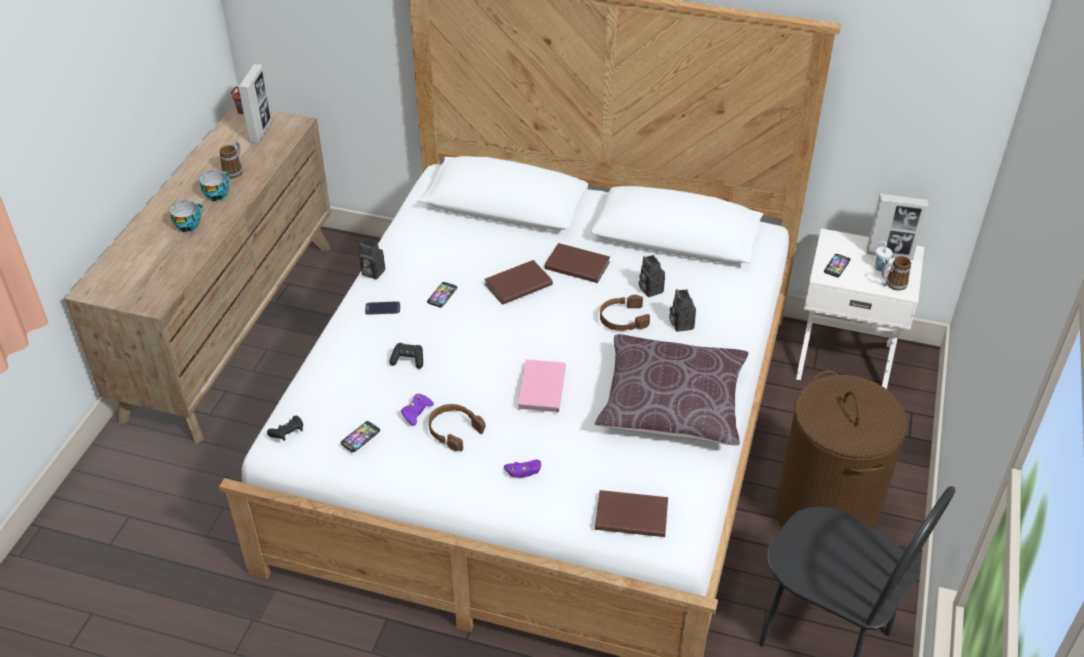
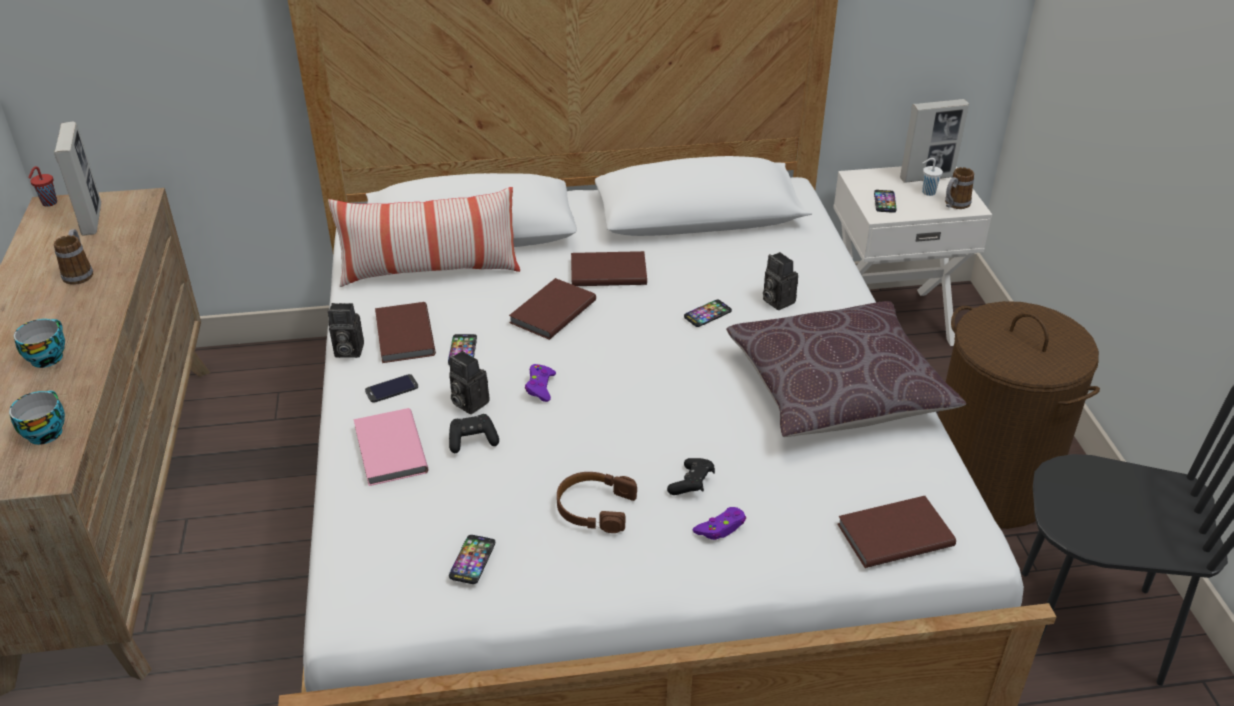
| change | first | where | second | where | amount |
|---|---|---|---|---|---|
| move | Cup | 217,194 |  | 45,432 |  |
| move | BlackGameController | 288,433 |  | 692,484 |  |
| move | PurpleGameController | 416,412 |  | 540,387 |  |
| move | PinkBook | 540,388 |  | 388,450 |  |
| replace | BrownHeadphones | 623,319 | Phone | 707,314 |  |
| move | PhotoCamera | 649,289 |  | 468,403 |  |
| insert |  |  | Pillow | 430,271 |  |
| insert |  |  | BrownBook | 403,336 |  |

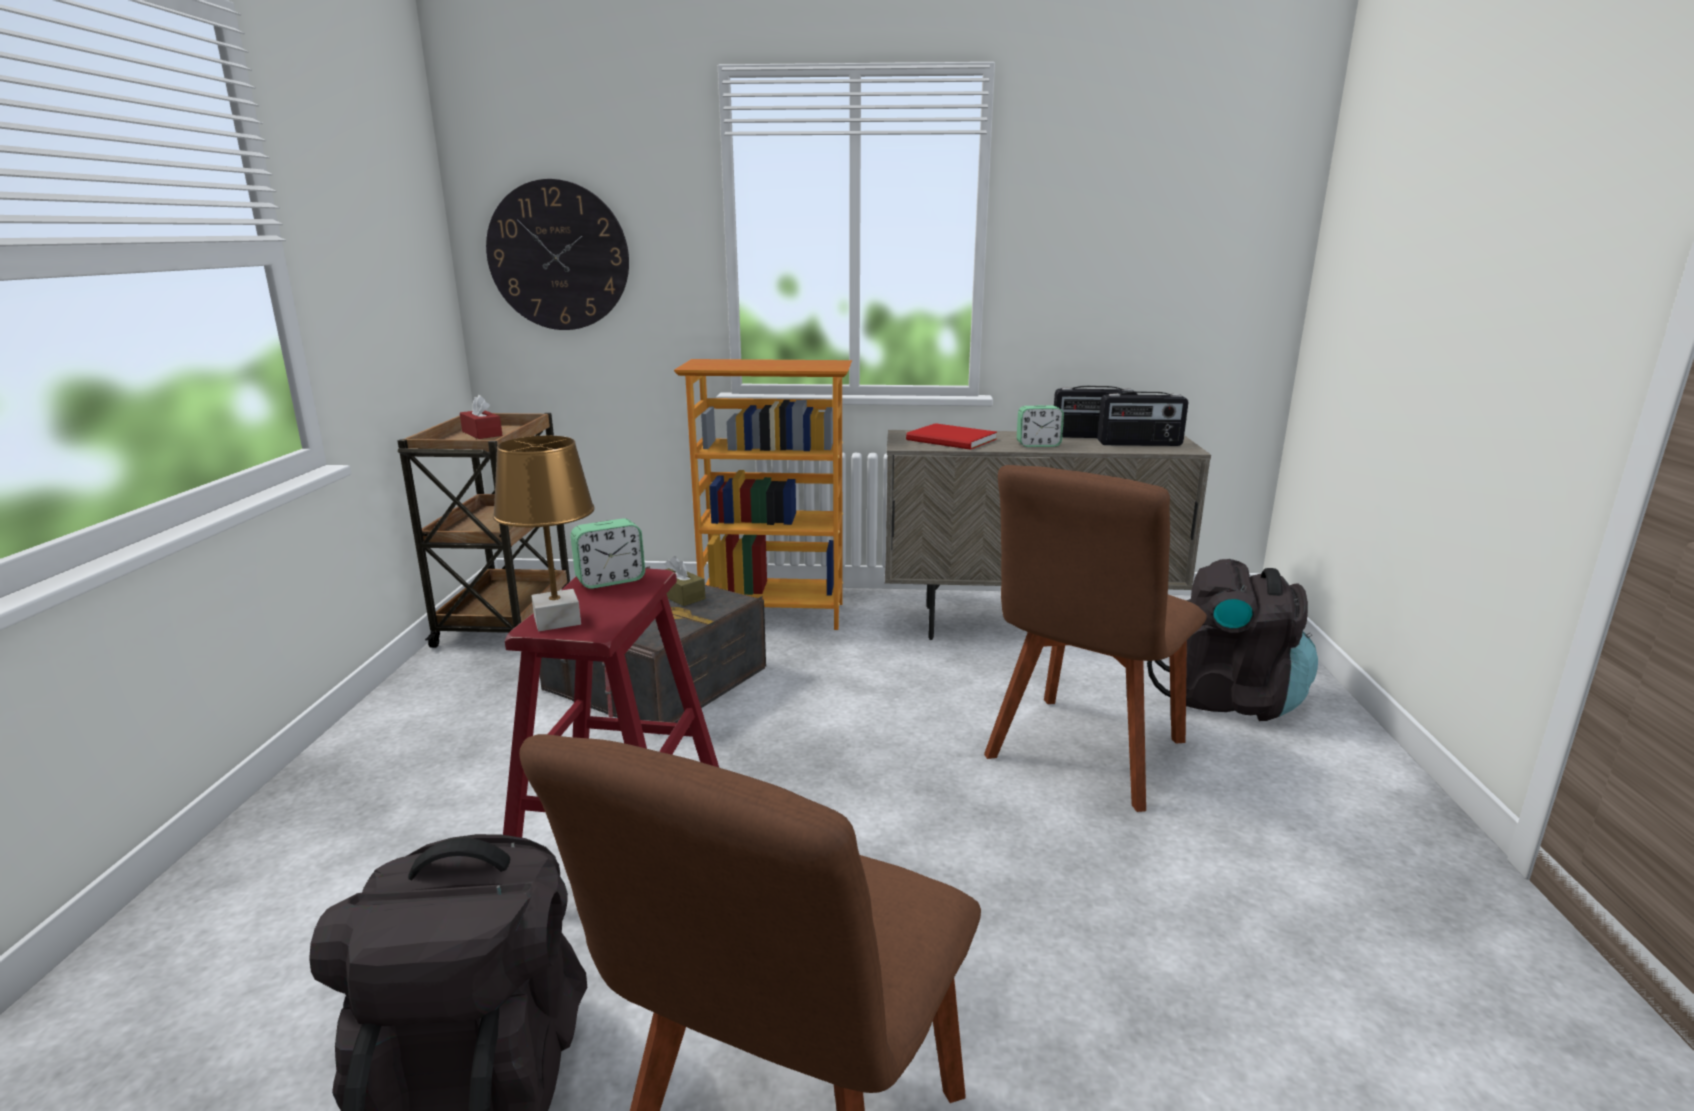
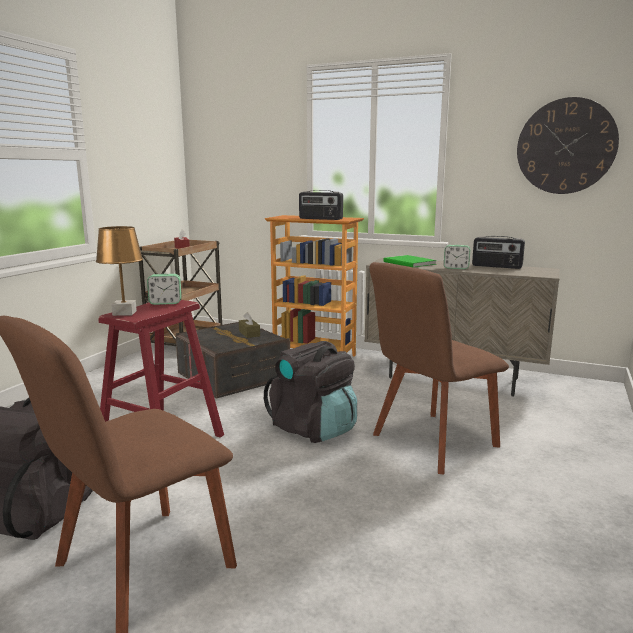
| change | first | where | second | where | amount |
|---|---|---|---|---|---|
| move | WallClock | 558,256 |  | 566,146 |  |
| recolor | RedBook | 952,440 | GreenBook | 409,263 |  |
| move | Radio | 1139,444 |  | 320,219 |  |
| move | BlackBackpack | 1226,698 |  | 313,428 |  |

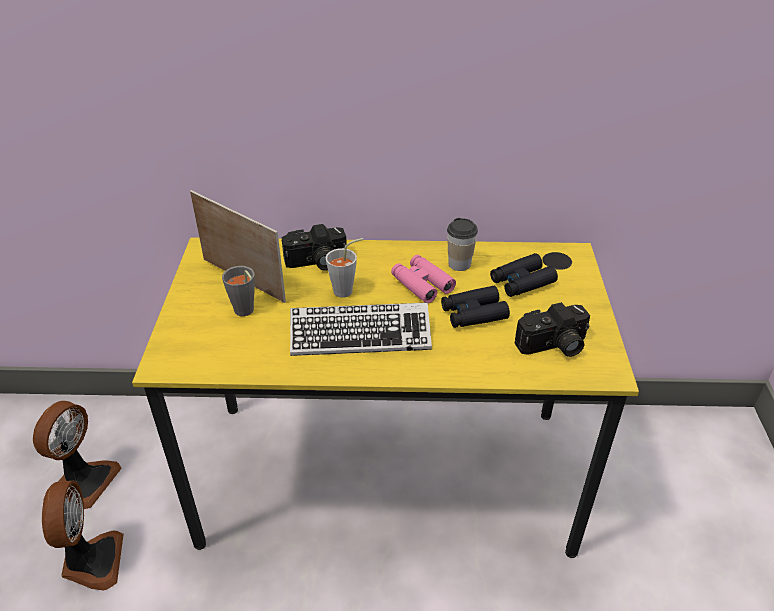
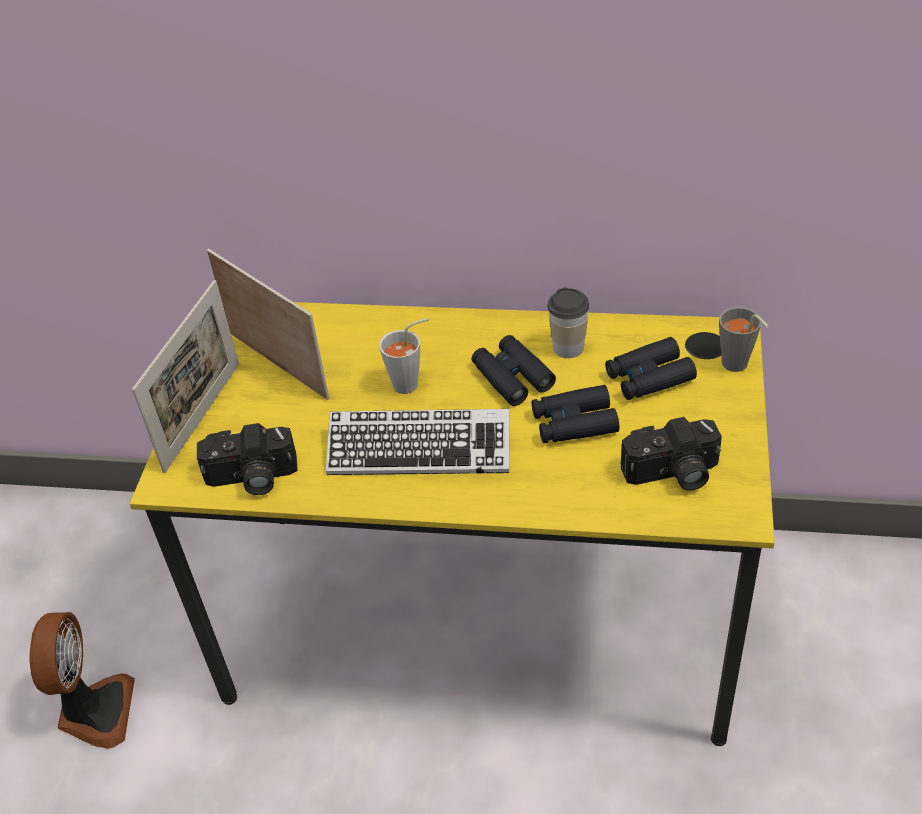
| change | first | where | second | where | amount |
|---|---|---|---|---|---|
| delete | Fan | 86,480 |  |  |  |
| move | GreyCup | 245,312 |  | 738,366 |  |
| move | PhotoCamera | 316,262 |  | 251,478 |  |
| recolor | PinkBinoculars | 422,284 | BlackBinoculars | 512,377 |  |
| insert |  |  | PictureFrame | 202,416 |  |

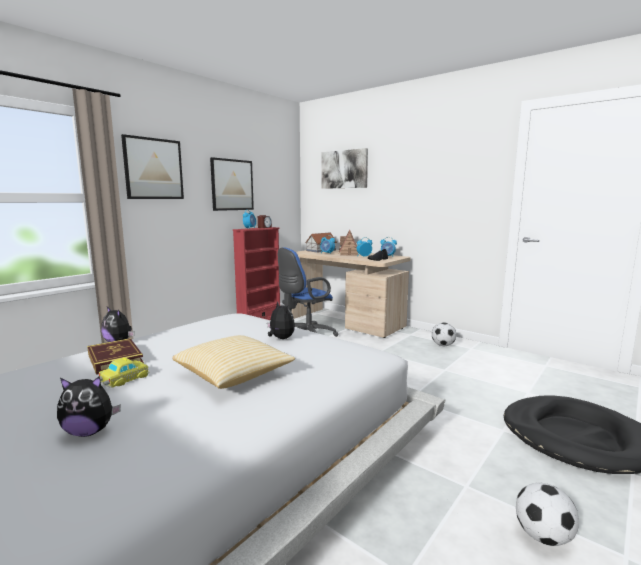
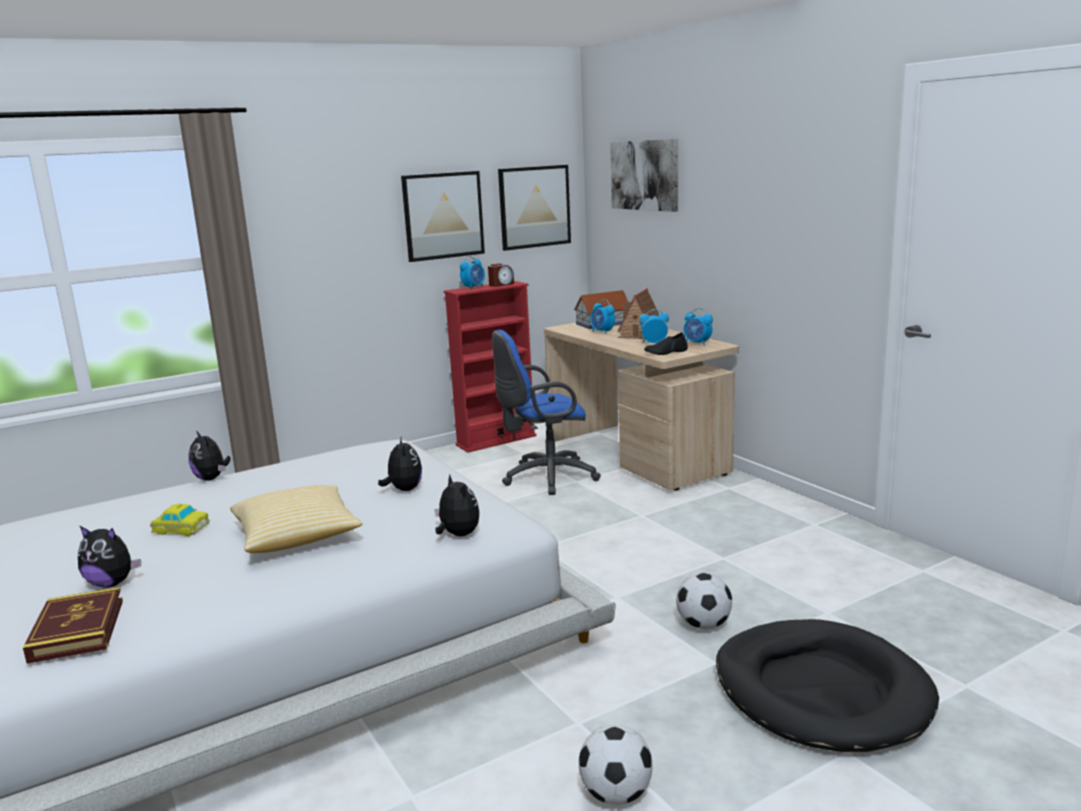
| change | first | where | second | where | amount |
|---|---|---|---|---|---|
| move | Book | 115,359 |  | 77,630 |  |
| rotate | ToyCar | 123,379 |  | 180,529 | 45 degrees clockwise |
| move | Picture | 153,169 |  | 534,207 |  |
| move | Football | 443,345 |  | 703,625 |  |
| insert |  |  | PlushToy | 457,535 |  |

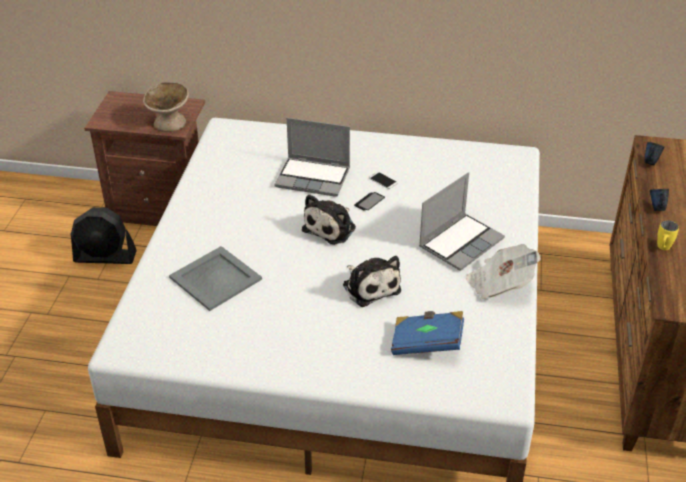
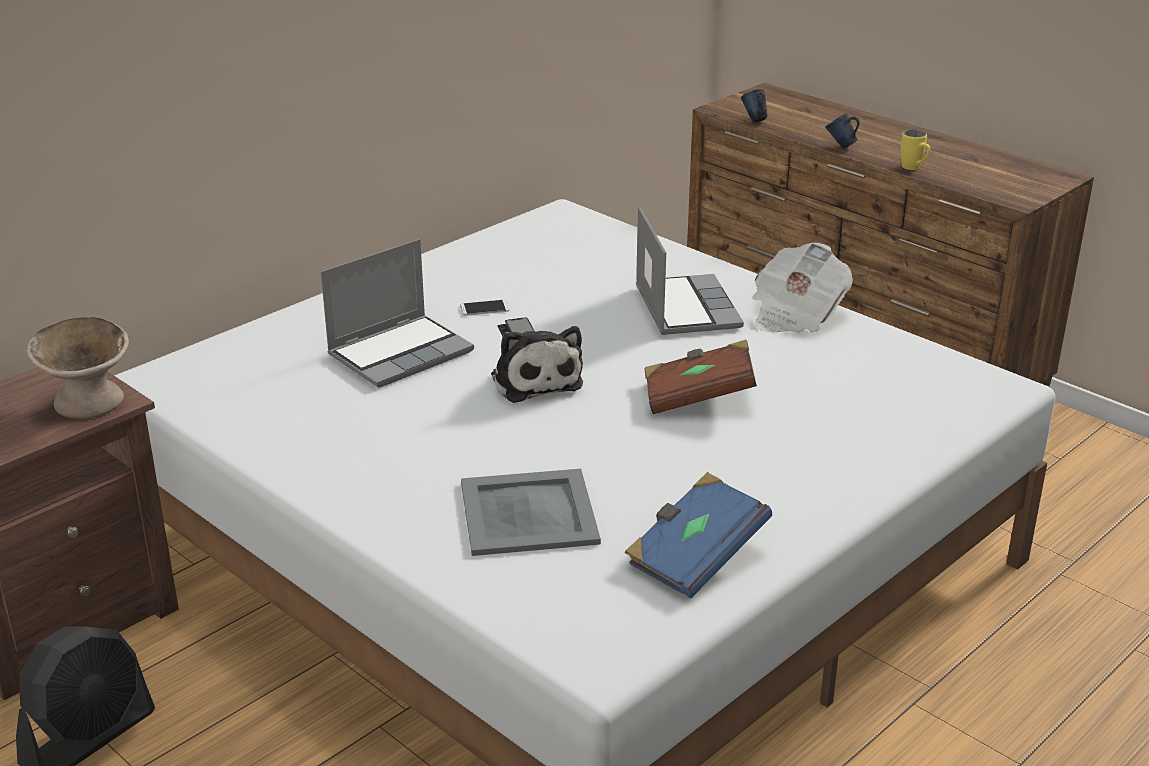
| change | first | where | second | where | amount |
|---|---|---|---|---|---|
| replace | PlushToy | 370,286 | BrownBook | 698,397 |  |
| move | BlueBook | 426,343 |  | 695,556 |  |

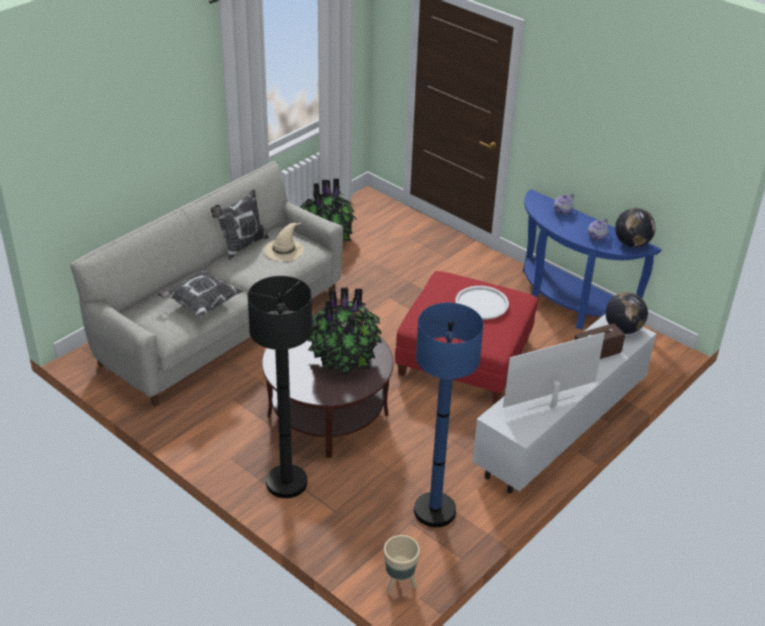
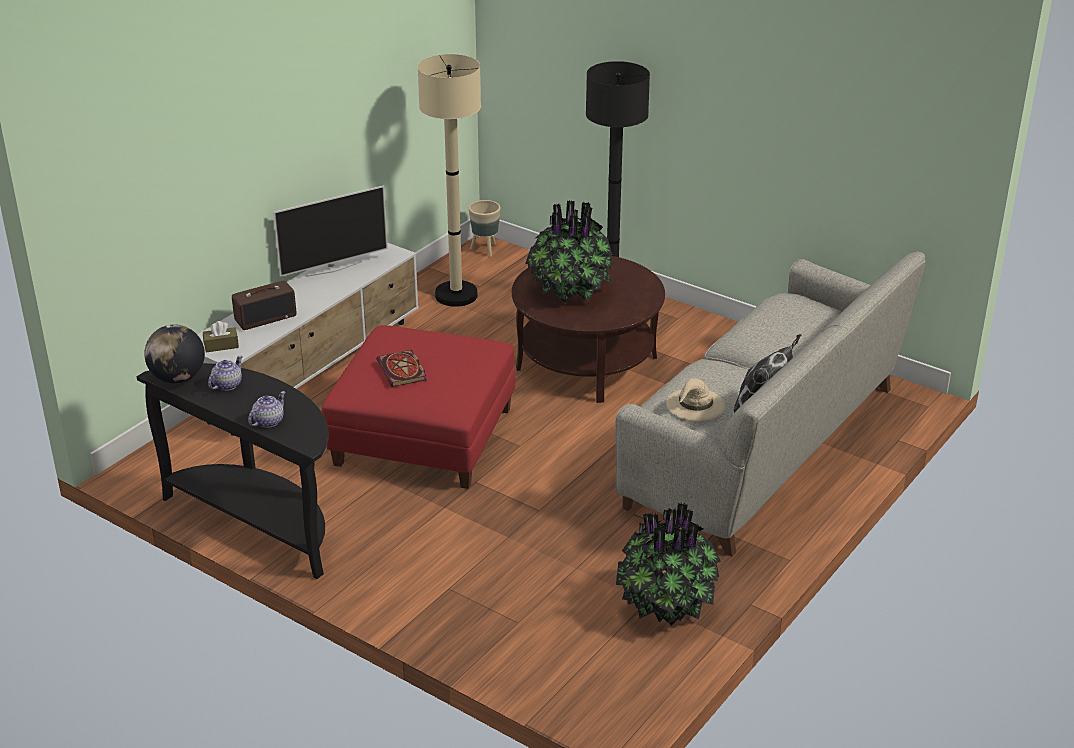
| change | first | where | second | where | amount |
|---|---|---|---|---|---|
| delete | Pillow | 201,304 |  |  |  |
| recolor | BlueFloorLamp | 434,511 | BeigeFloorLamp | 456,295 |  |
| replace | WhiteTray | 481,303 | Book | 403,371 |  |
| recolor | BlueConsoleTable | 568,305 | BlackConsoleTable | 260,522 |  |
| replace | Globe | 623,329 | BrownTissueBox | 221,345 |  |

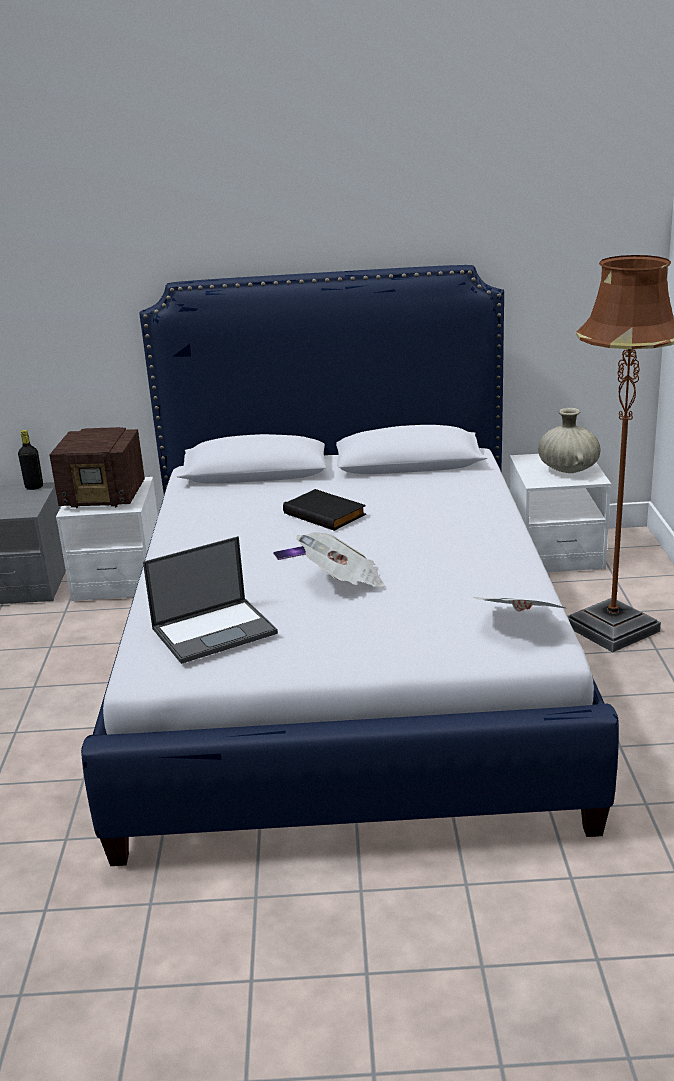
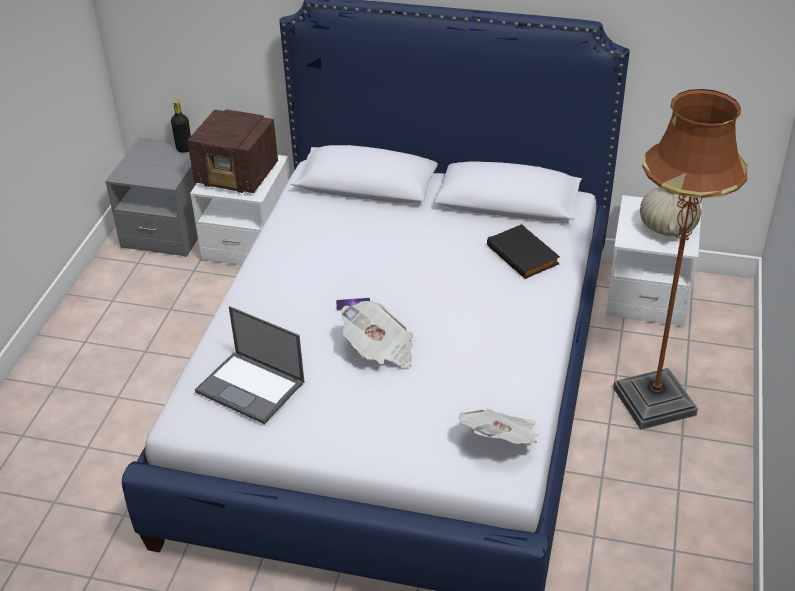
| change | first | where | second | where | amount |
|---|---|---|---|---|---|
| rotate | Laptop | 215,630 |  | 251,387 | 45 degrees clockwise |
| move | BlackBook | 326,514 |  | 524,254 |  |

